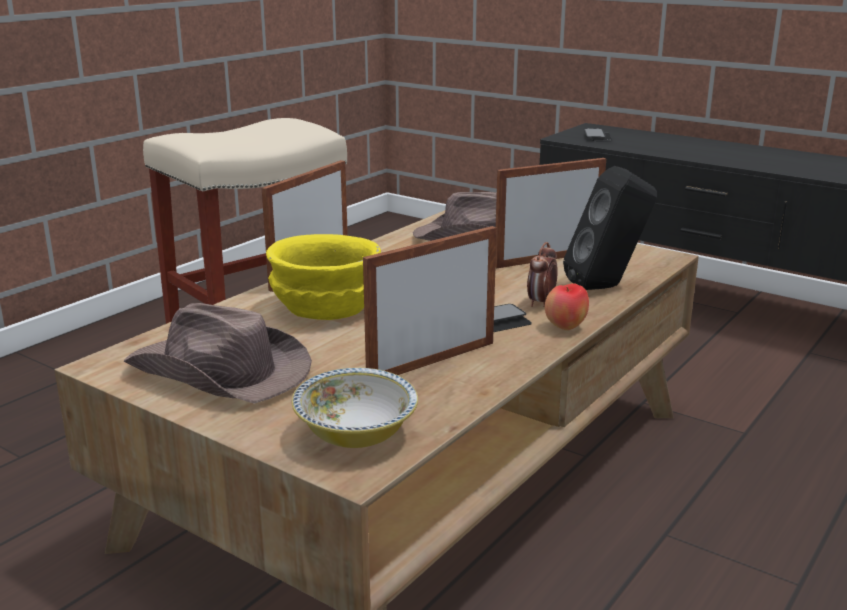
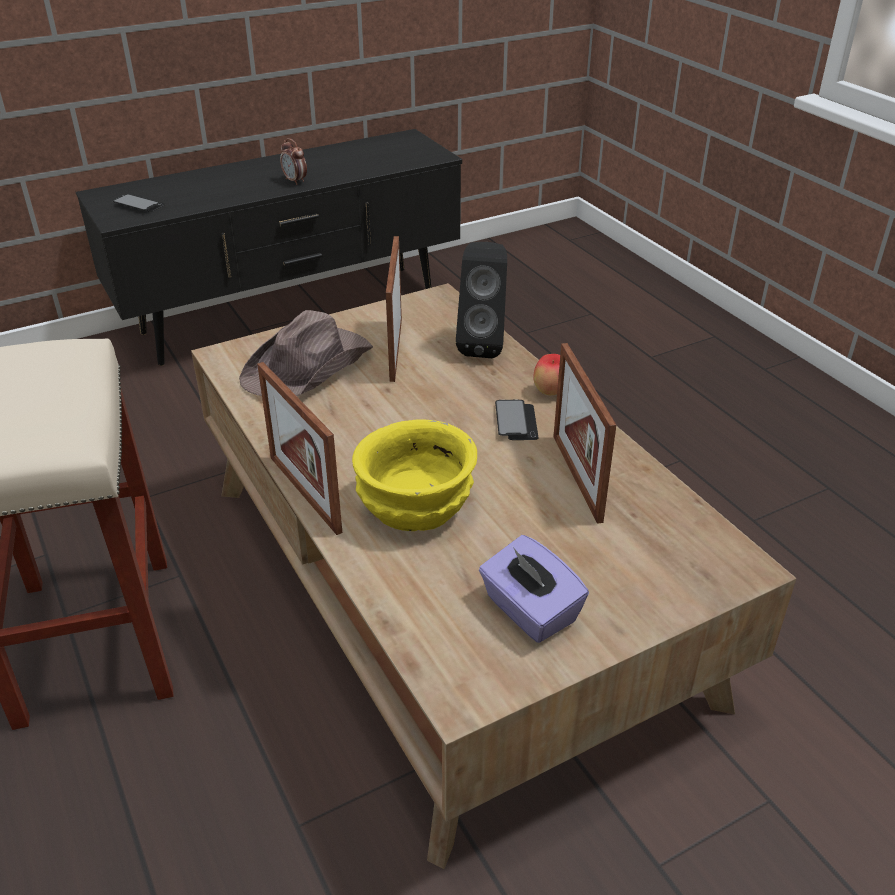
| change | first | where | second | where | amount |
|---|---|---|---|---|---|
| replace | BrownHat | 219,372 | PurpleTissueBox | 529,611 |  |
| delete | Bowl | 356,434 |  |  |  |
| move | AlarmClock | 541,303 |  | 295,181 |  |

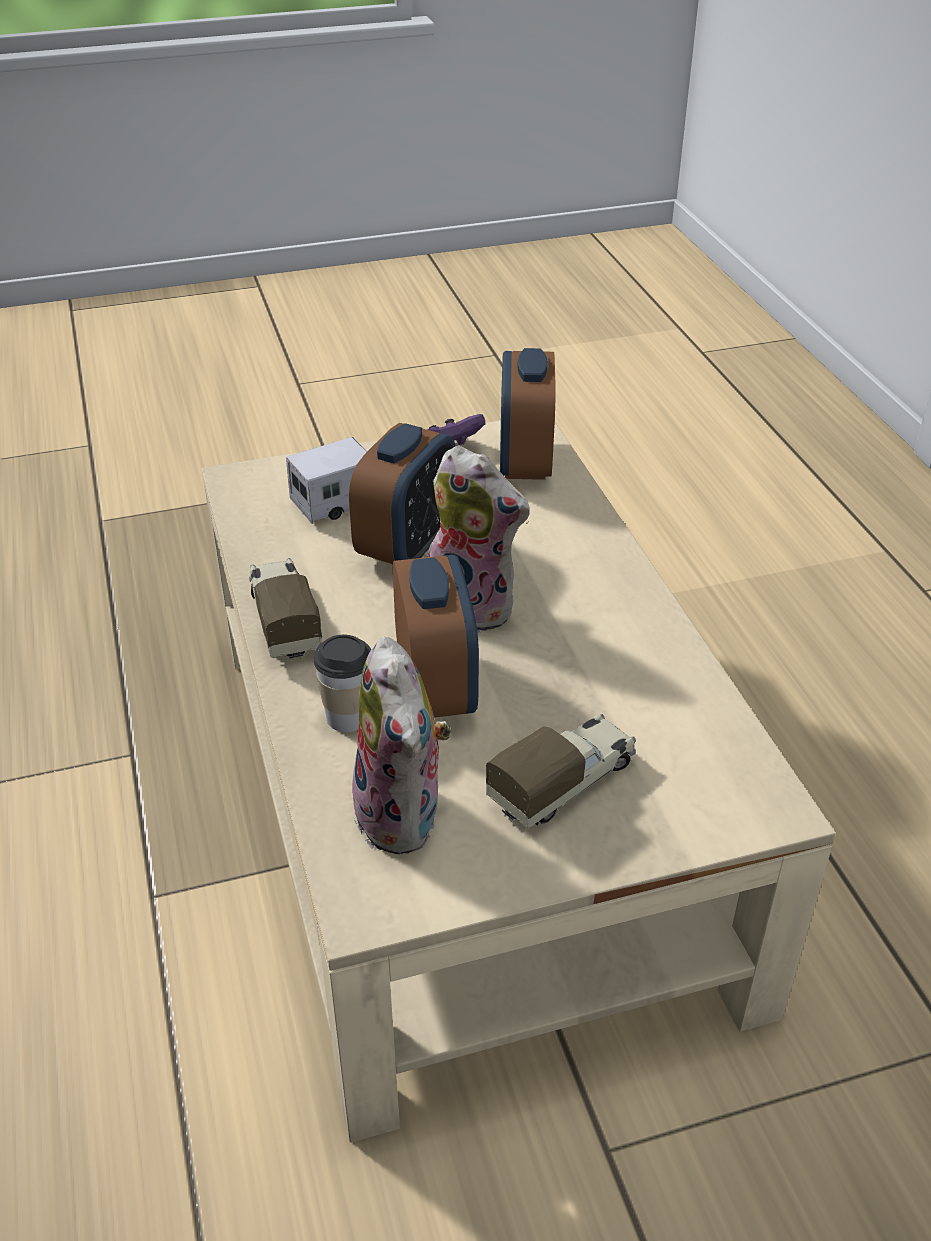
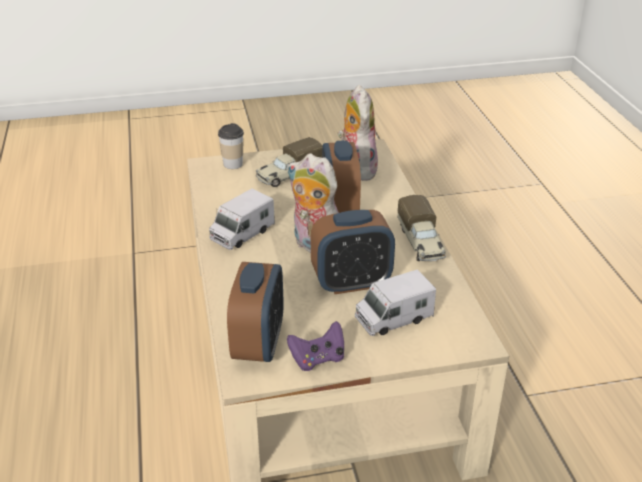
| change | first | where | second | where | amount |
|---|---|---|---|---|---|
| move | Cup | 348,717 |  | 233,164 |  |
| rotate | AlarmClock | 407,545 |  | 351,282 | 135 degrees counterclockwise |
| insert |  |  | ToyTruck | 242,233 |  |

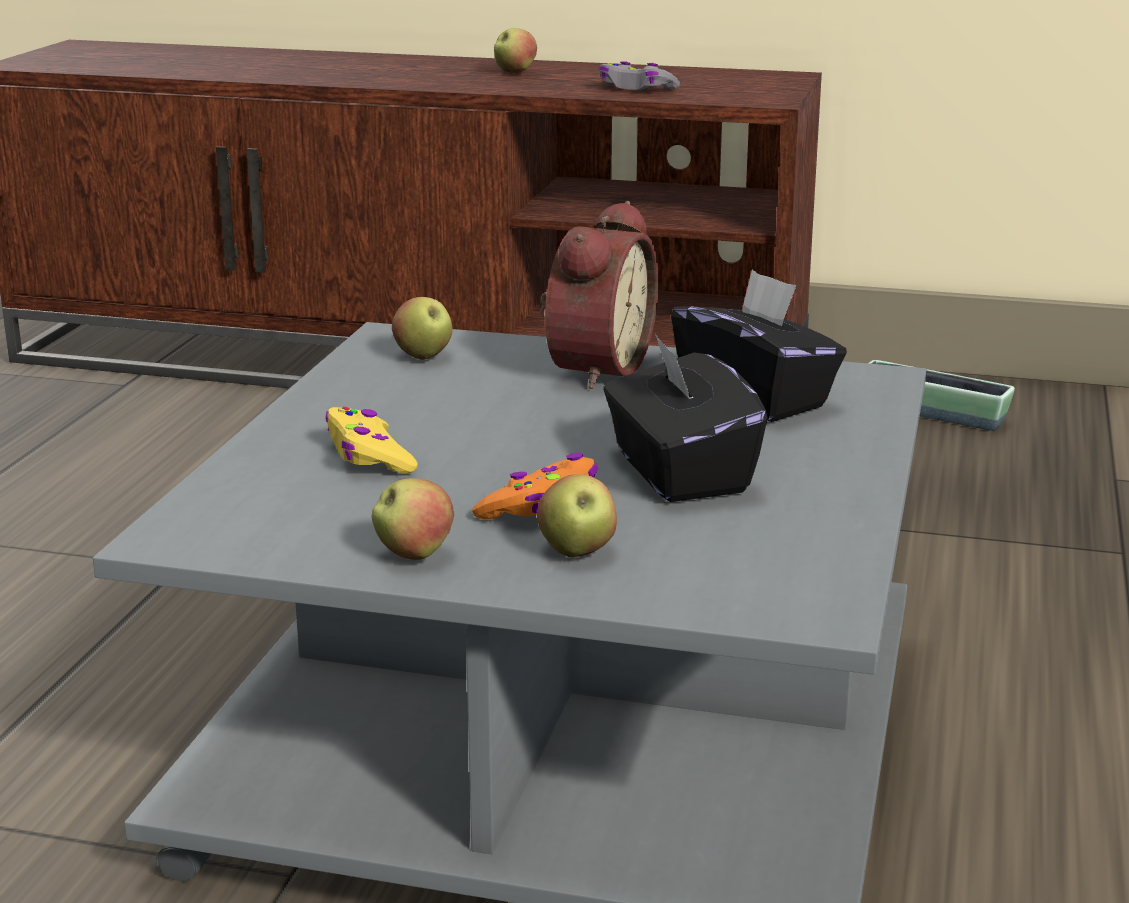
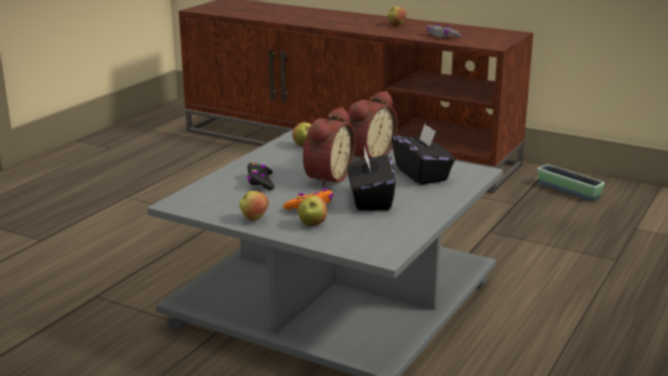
| change | first | where | second | where | amount |
|---|---|---|---|---|---|
| recolor | YellowGameController | 369,456 | BlackGameController | 260,182 |  |
| insert |  |  | AlarmClock | 325,178 |  |

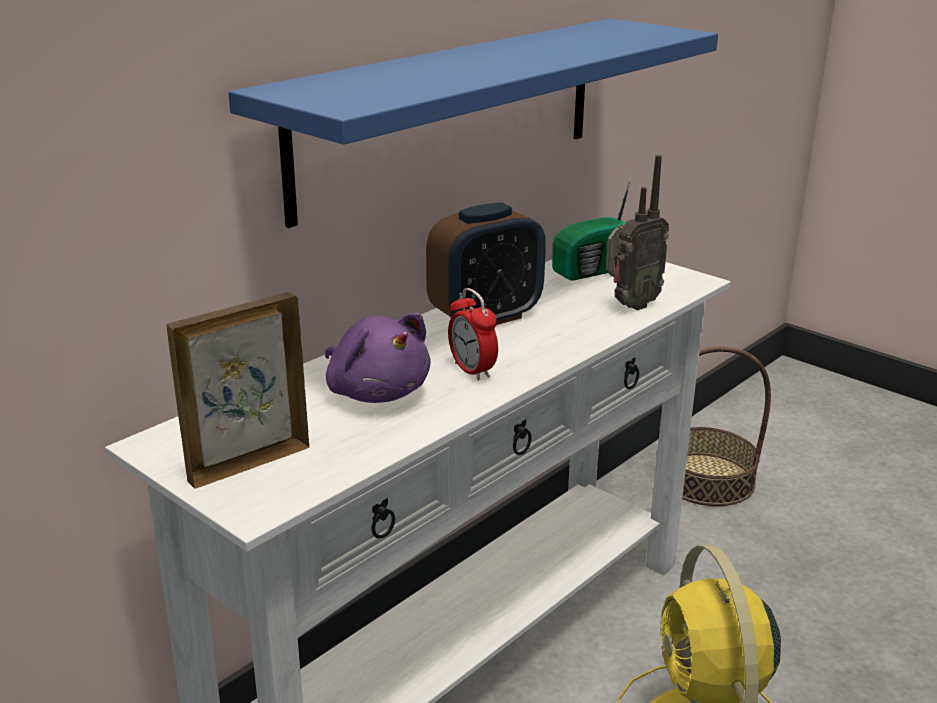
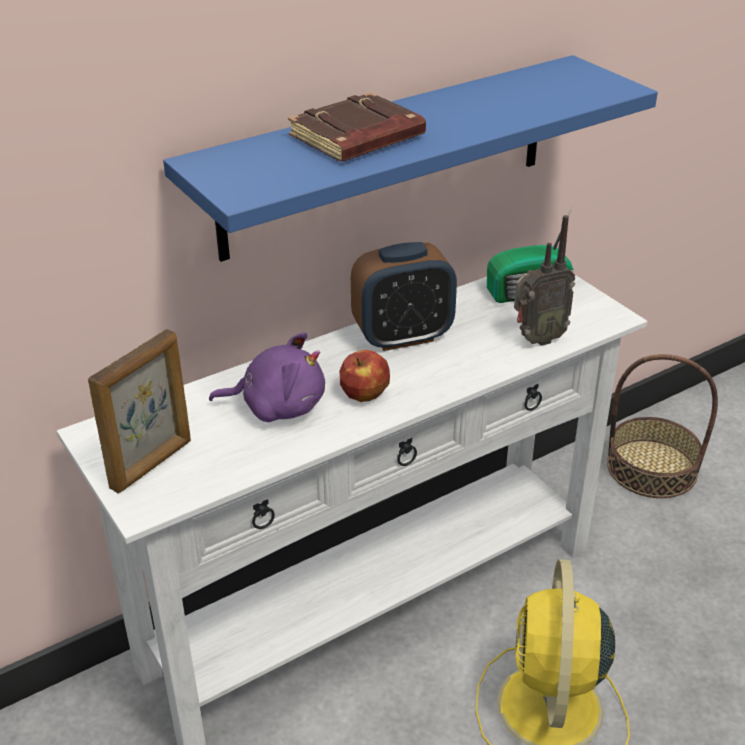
| change | first | where | second | where | amount |
|---|---|---|---|---|---|
| rotate | PictureFrame | 248,464 |  | 152,464 | 150 degrees clockwise |
| rotate | PurplePlushToy | 376,392 |  | 278,406 | 60 degrees counterclockwise |
| replace | AlarmClock | 472,370 | Apple | 365,394 |  |
| insert |  |  | BrownBook | 357,138 |  |

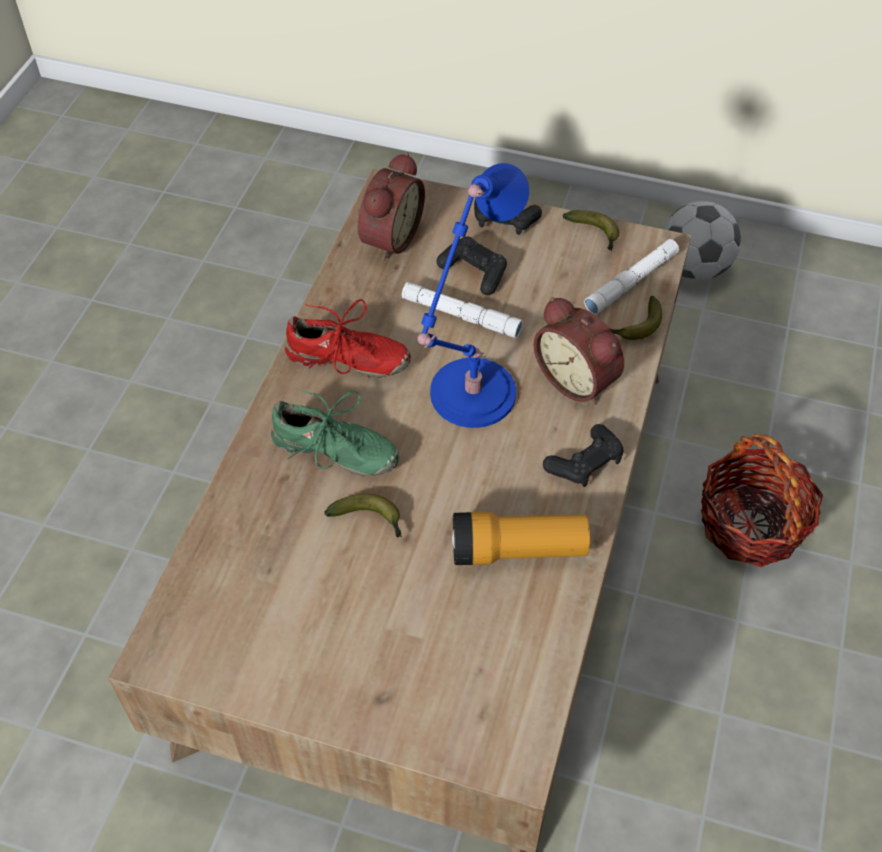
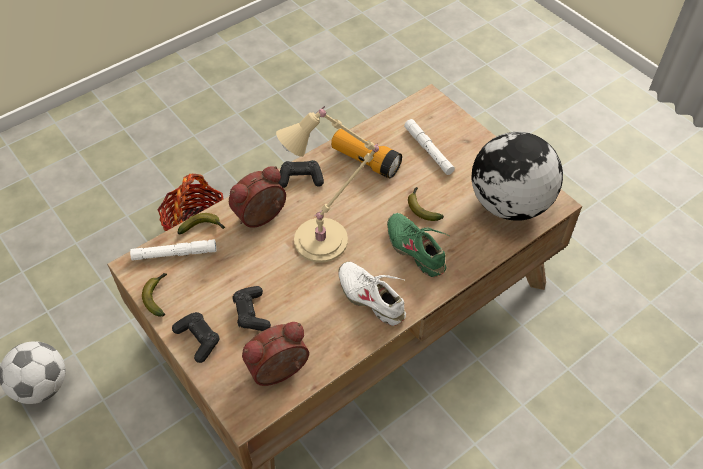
| change | first | where | second | where | amount |
|---|---|---|---|---|---|
| recolor | RedShoe | 347,360 | WhiteShoe | 371,297 |  |
| move | WhiteFlashlight | 461,316 |  | 428,150 |  |
| recolor | BlueTableLamp | 468,398 | BeigeTableLamp | 325,239 |  |
| rotate | AlarmClock | 578,379 |  | 262,218 | 120 degrees counterclockwise |
| insert |  |  | Globe | 508,204 |  |

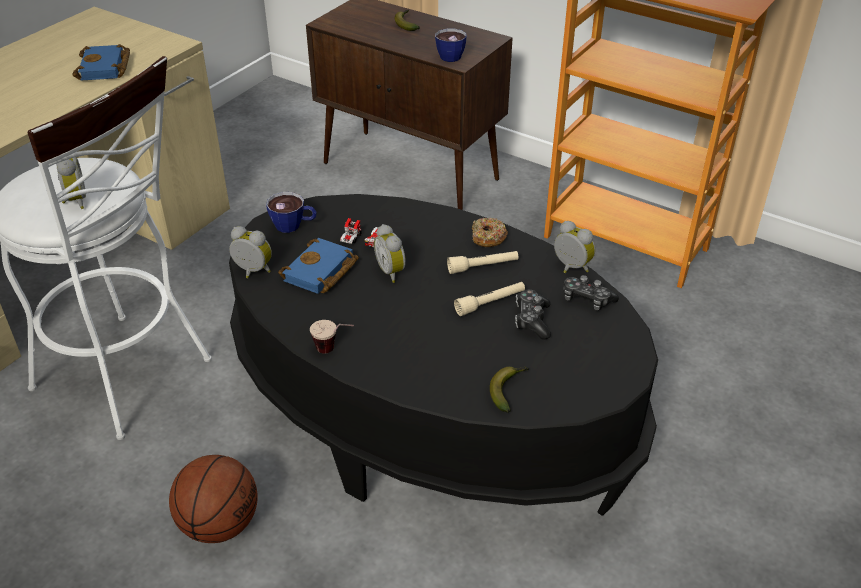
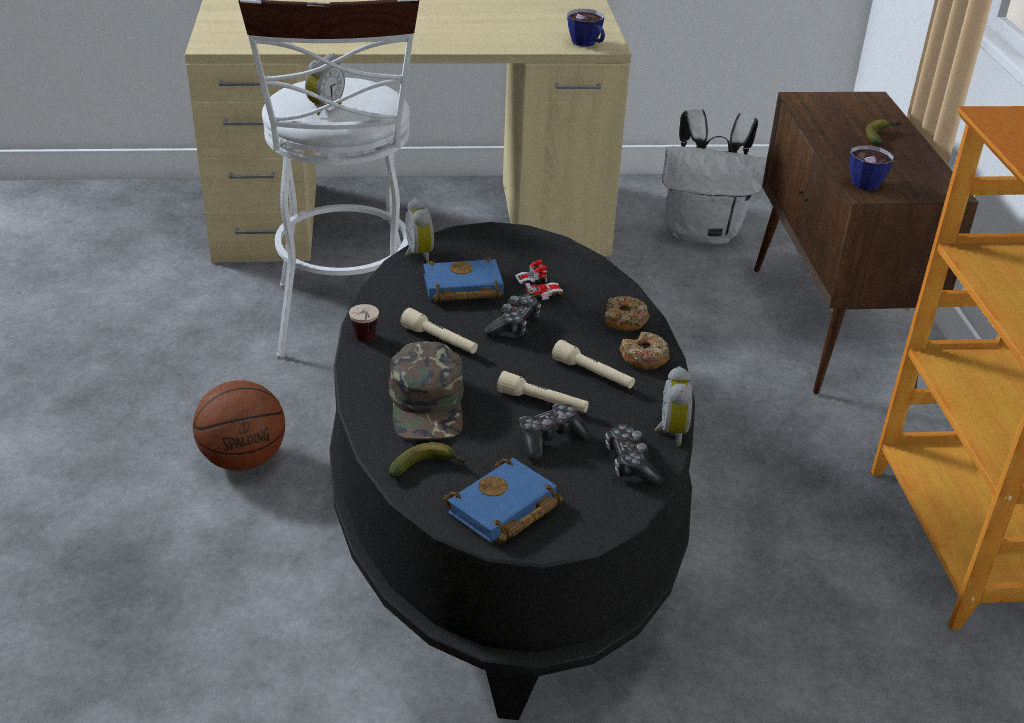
| change | first | where | second | where | amount |
|---|---|---|---|---|---|
| move | BlueBook | 105,68 |  | 503,510 |  |
| move | Cup | 294,226 |  | 587,44 |  |
| replace | AlarmClock | 392,272 | GameController | 514,325 |  |
| insert |  |  | GreenCap | 428,404 |  |
| insert |  |  | BeigeFlashlight | 440,341 |  |
| insert |  |  | Donut | 624,321 |  |
| insert |  |  | WhiteBackpack | 703,233 |  |

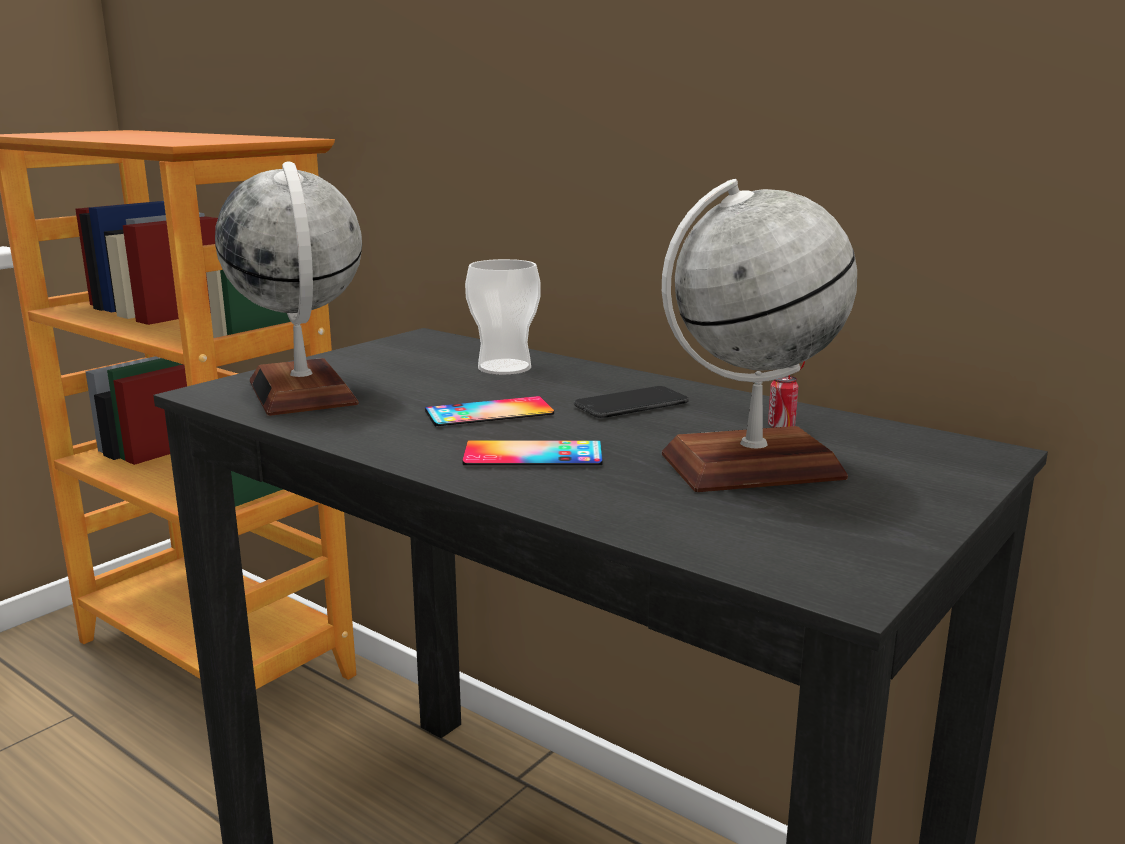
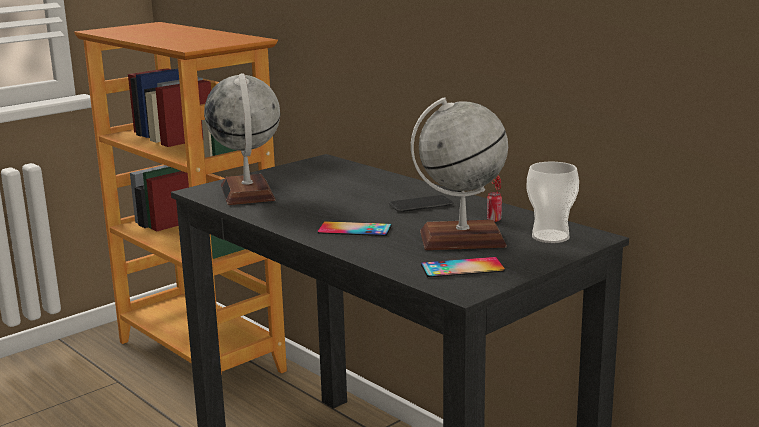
| change | first | where | second | where | amount |
|---|---|---|---|---|---|
| move | Phone | 489,413 |  | 462,268 |  |
| move | Cup | 504,368 |  | 550,237 |  |

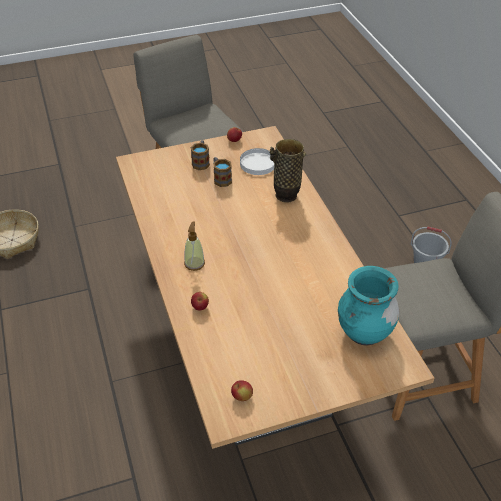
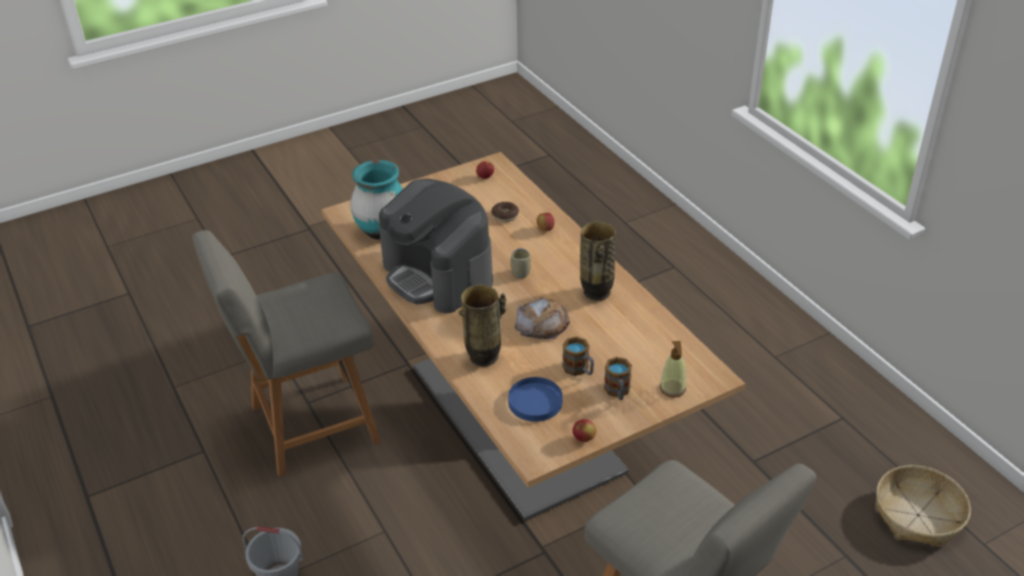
| change | first | where | second | where | amount |
|---|---|---|---|---|---|
| move | SoapDispenser | 194,263 |  | 672,389 |  |
| recolor | WhitePlate | 257,163 | BluePlate | 535,402 |  |
| insert |  |  | CoffeeMachine | 438,275 |  |
| insert |  |  | Donut | 505,215 |  |
| insert |  |  | Cup | 520,273 |  |
| insert |  |  | Bread | 542,323 |  |
| insert |  |  | Vase | 596,293 |  |

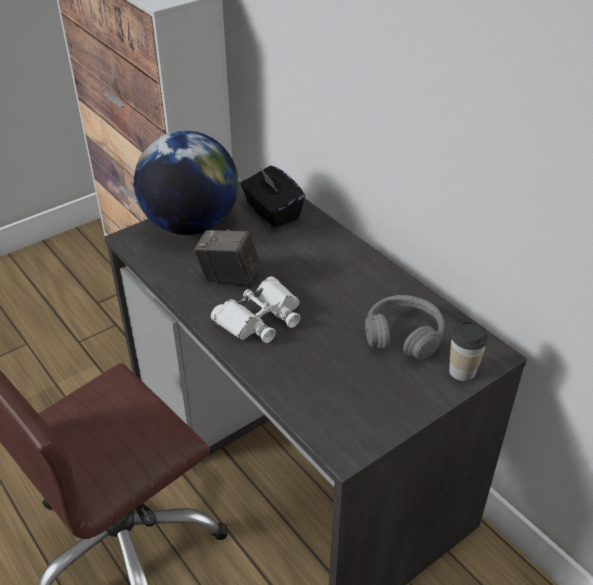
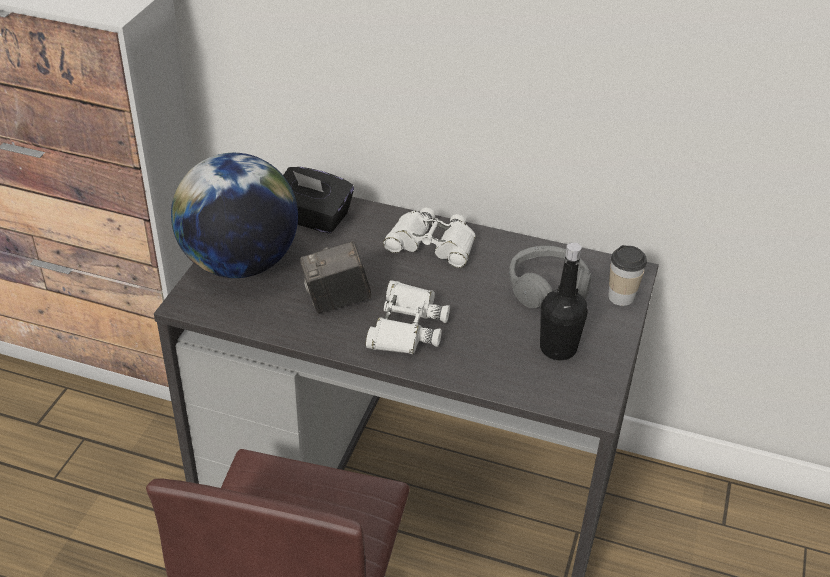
| change | first | where | second | where | amount |
|---|---|---|---|---|---|
| insert |  |  | WhiteBinoculars | 432,244 |  |
| insert |  |  | BlackBottle | 558,348 |  |

